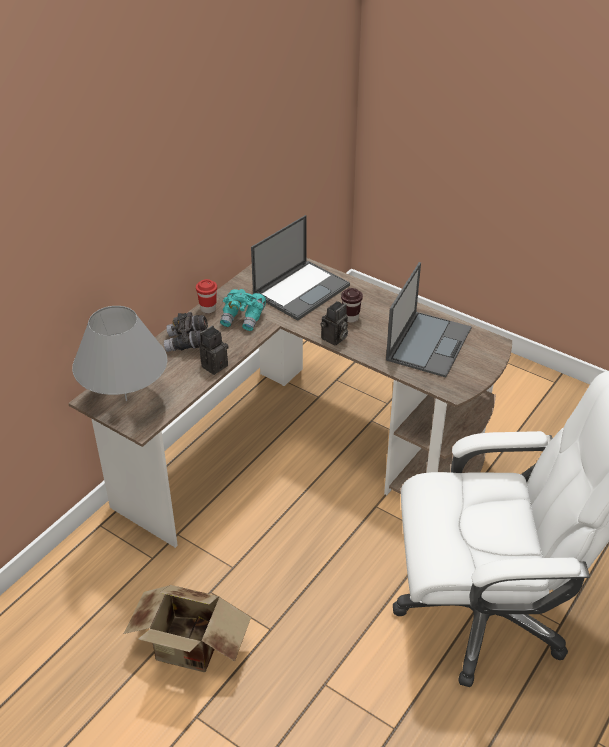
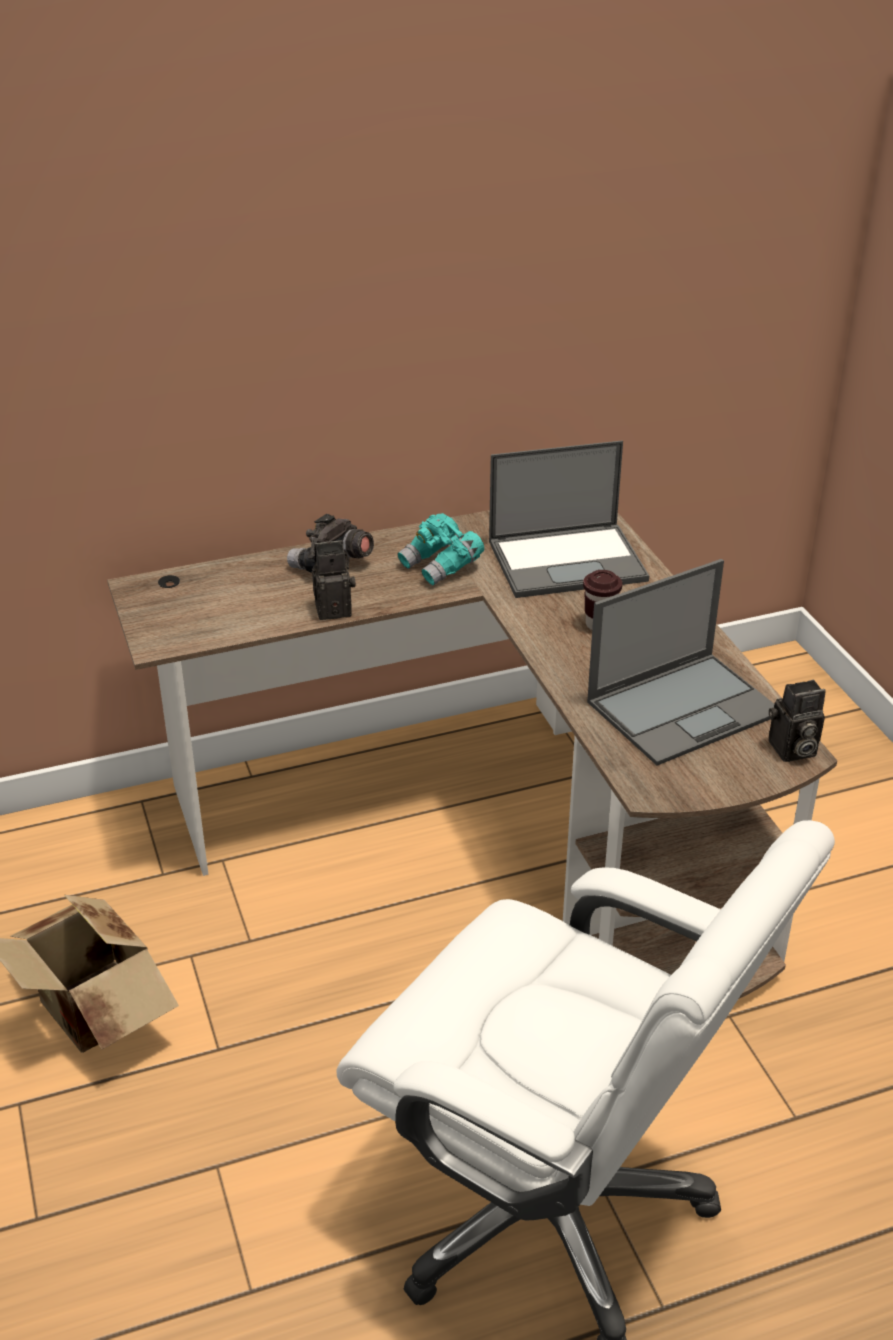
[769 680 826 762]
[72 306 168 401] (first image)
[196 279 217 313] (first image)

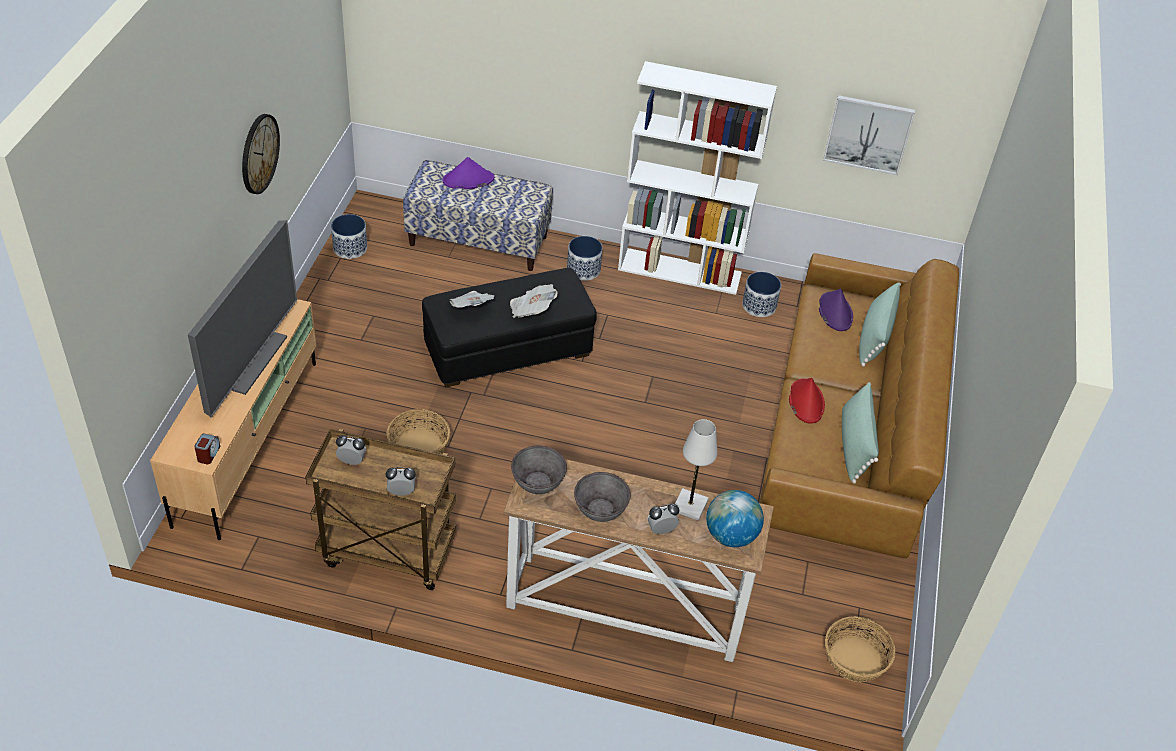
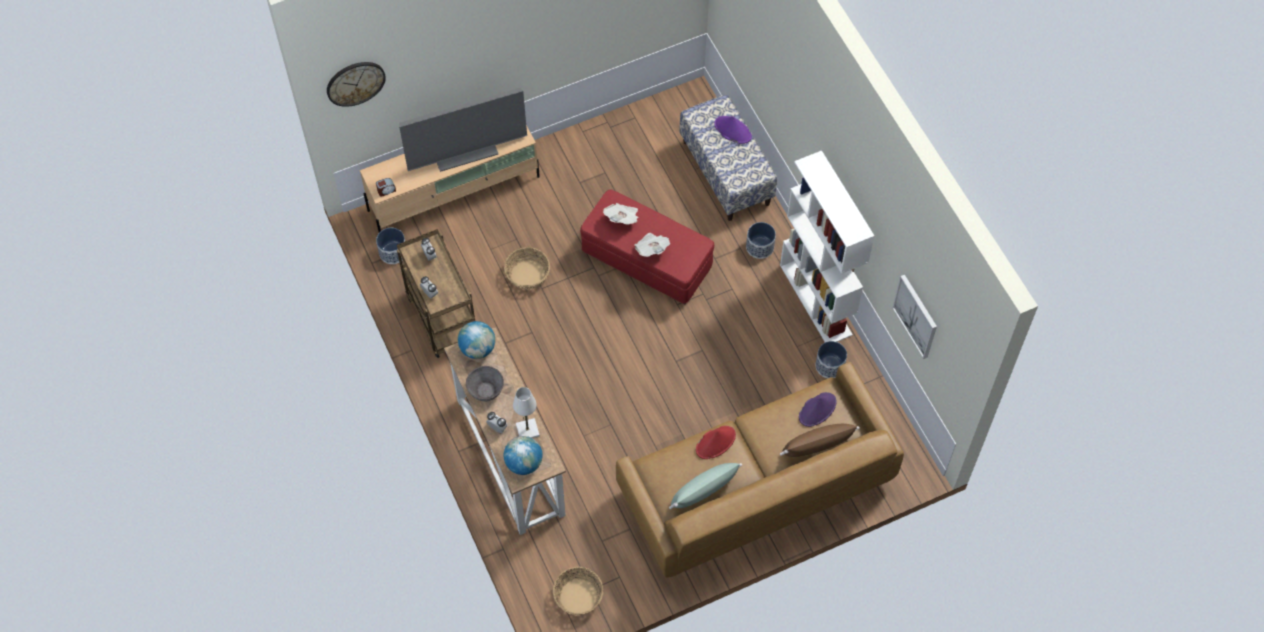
[327 62 386 107]
[376 228 405 264]
[458 321 495 359]
[580 189 714 304]
[780 424 860 457]

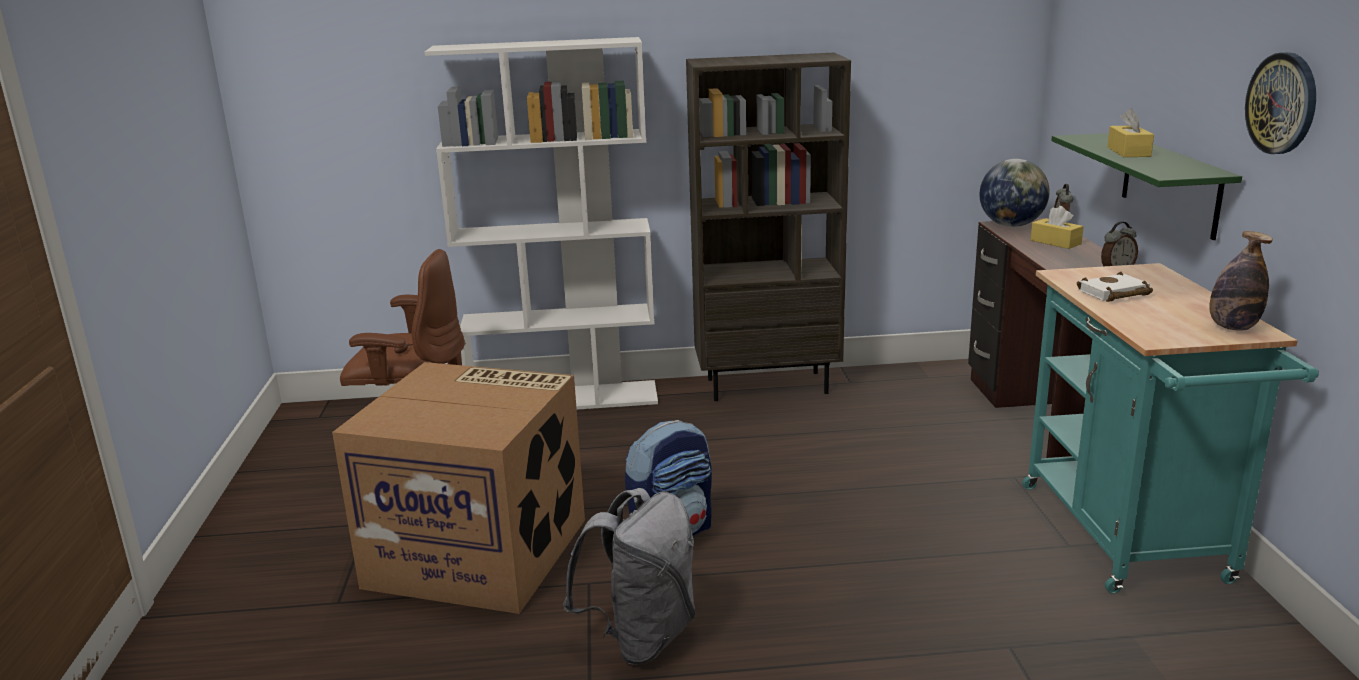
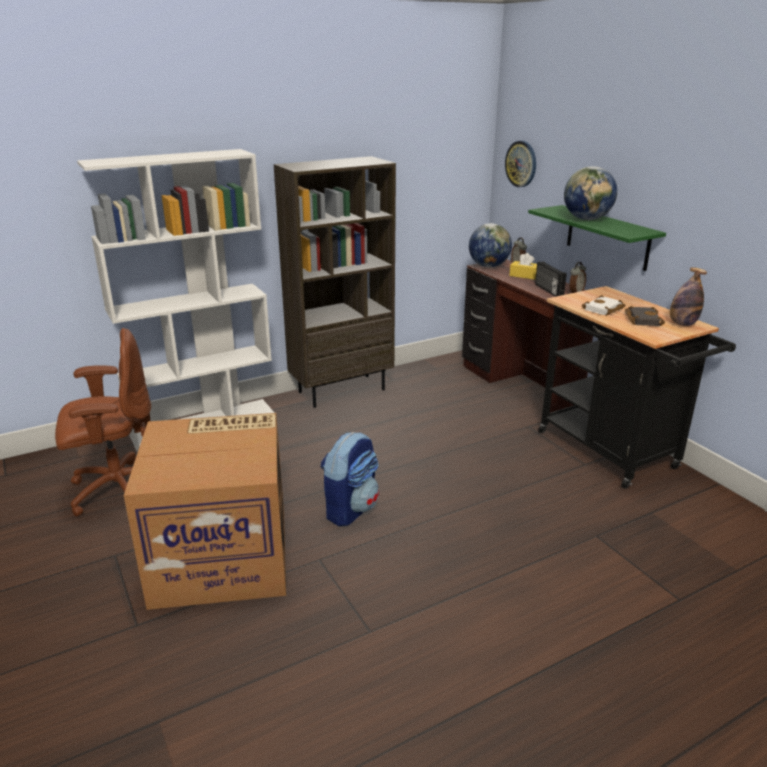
[505 141 536 187]
[535 261 567 297]
[538 286 736 489]
[564 166 617 220]
[625 306 665 326]
[563 488 696 665] (first image)

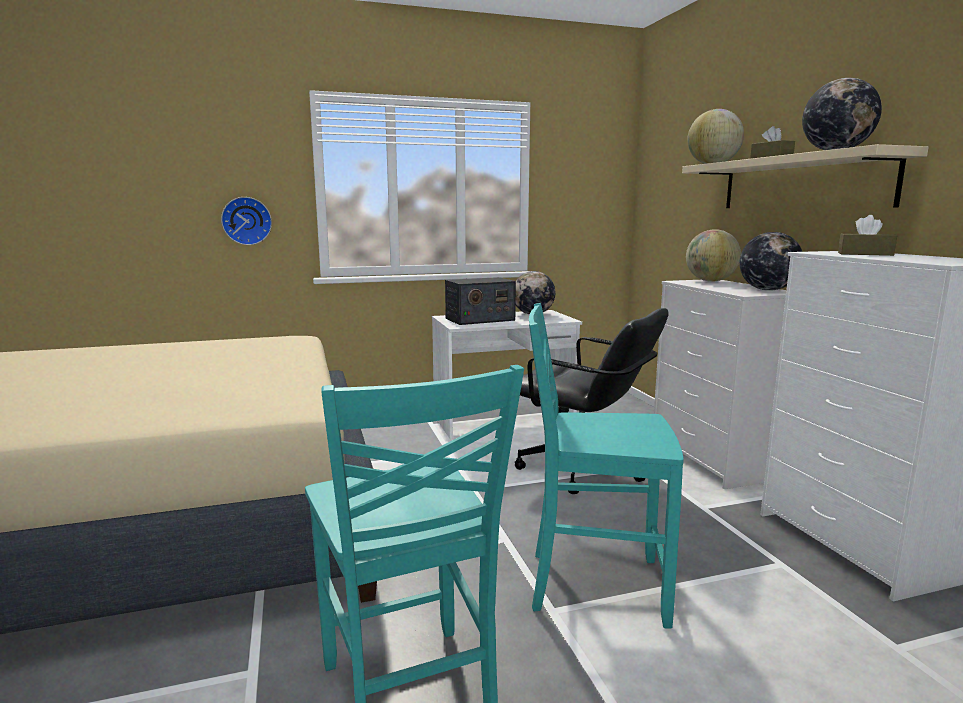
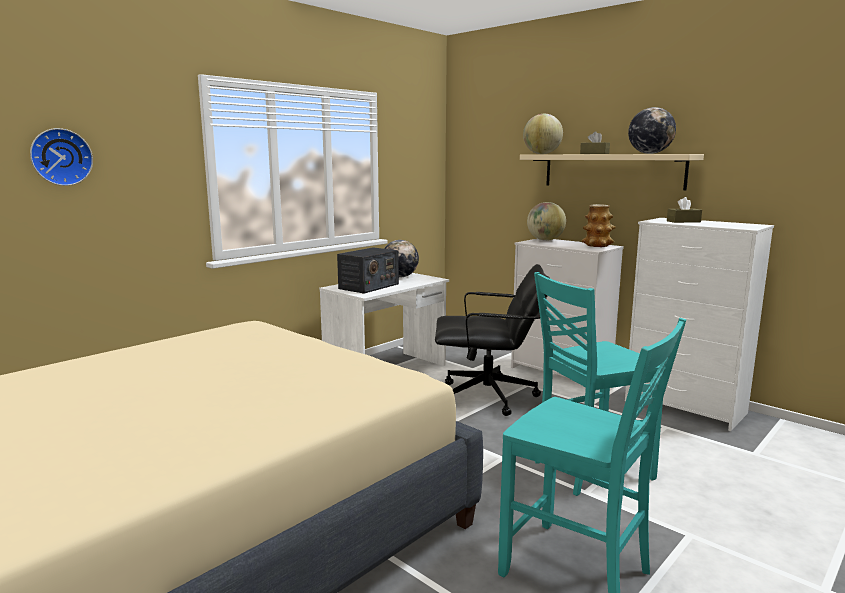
[30 128 93 186]
[581 204 616 247]

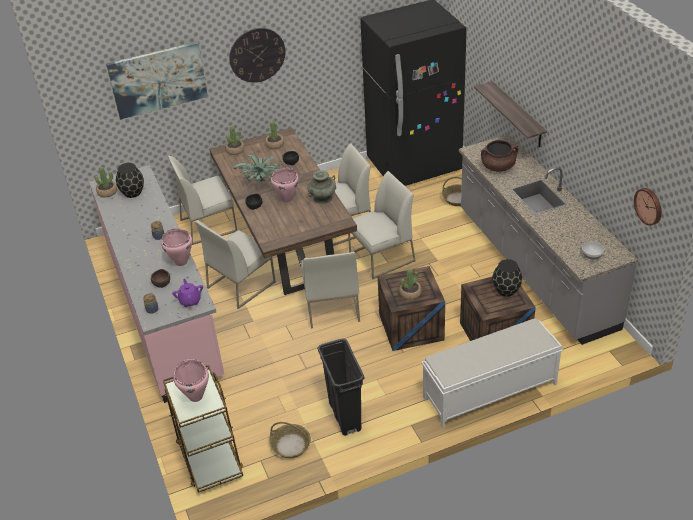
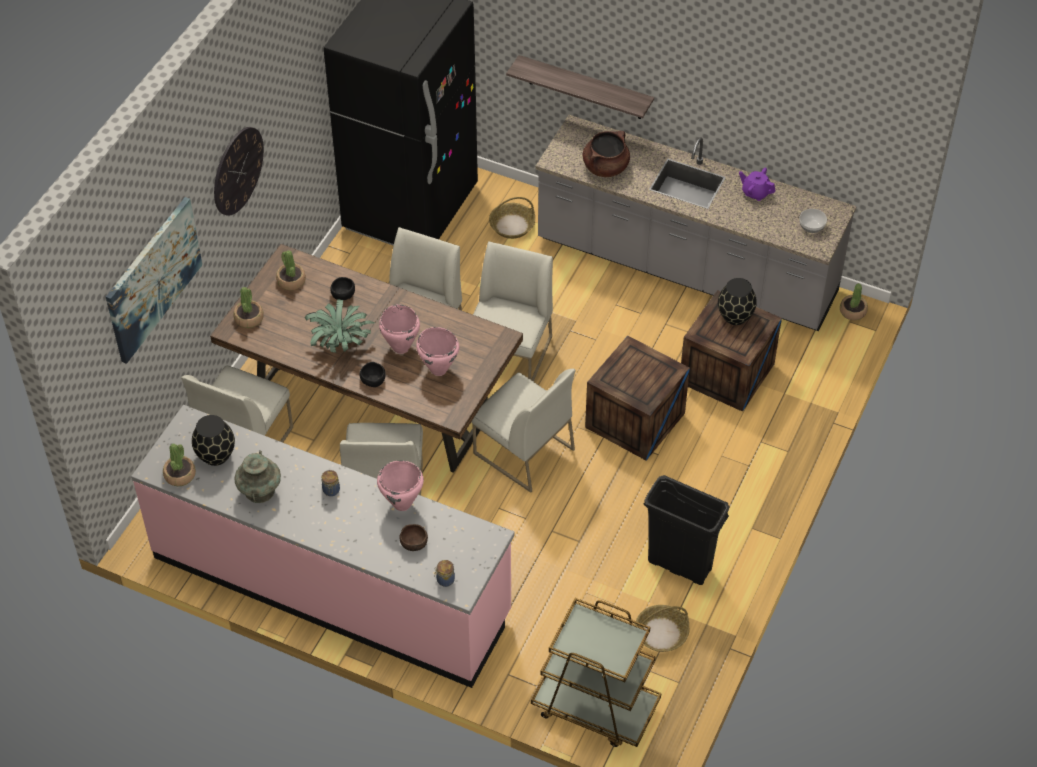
[235 450 281 503]
[416 327 460 376]
[739 167 776 201]
[840 284 868 320]
[421 318 563 428] (first image)
[634 188 662 226] (first image)

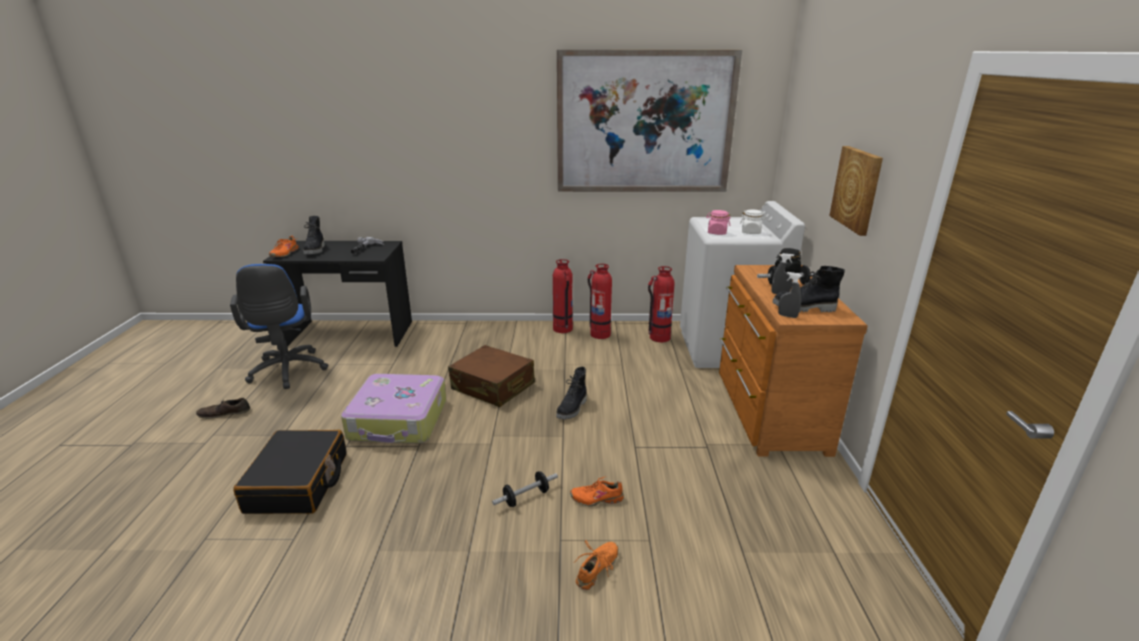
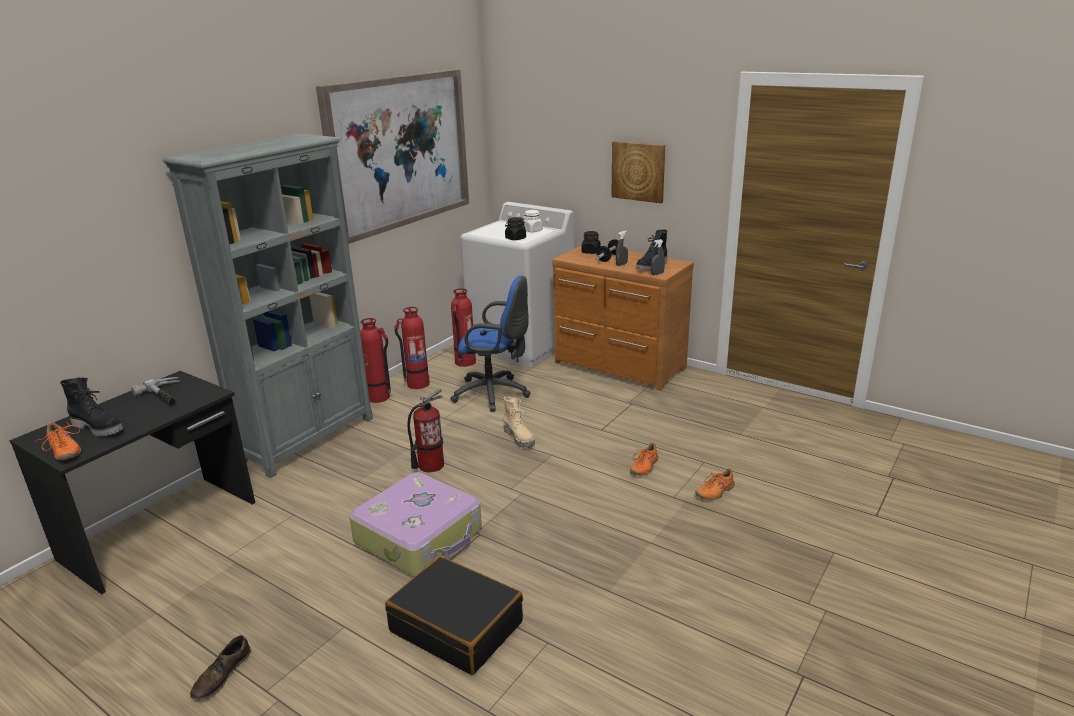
[163 133 373 479]
[408 388 444 472]
[450 276 530 412]
[503 396 535 448]
[505 217 526 240]
[695 468 737 500]
[492 471 558 507] (first image)

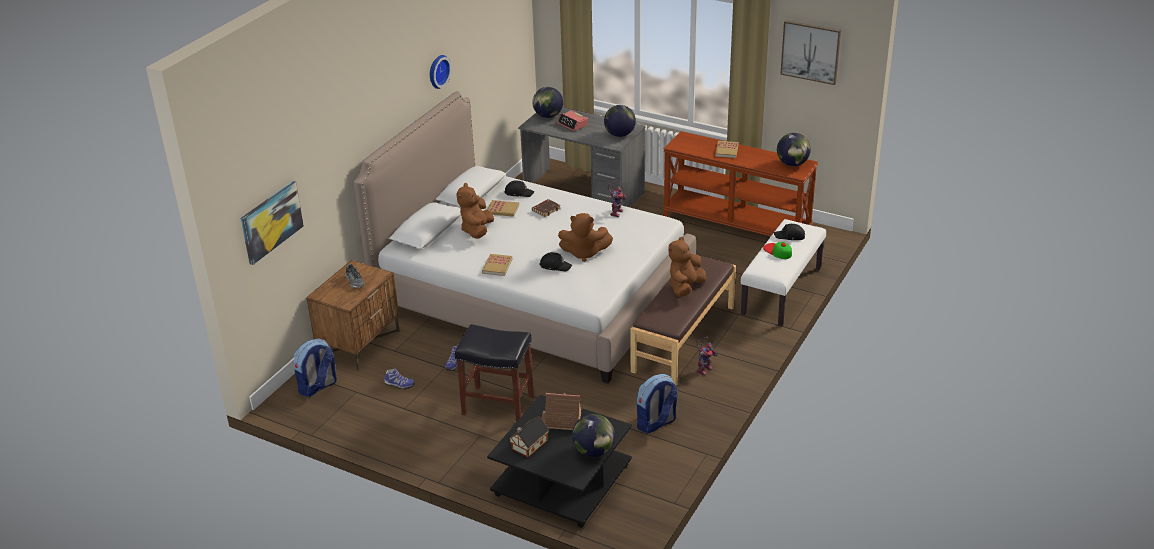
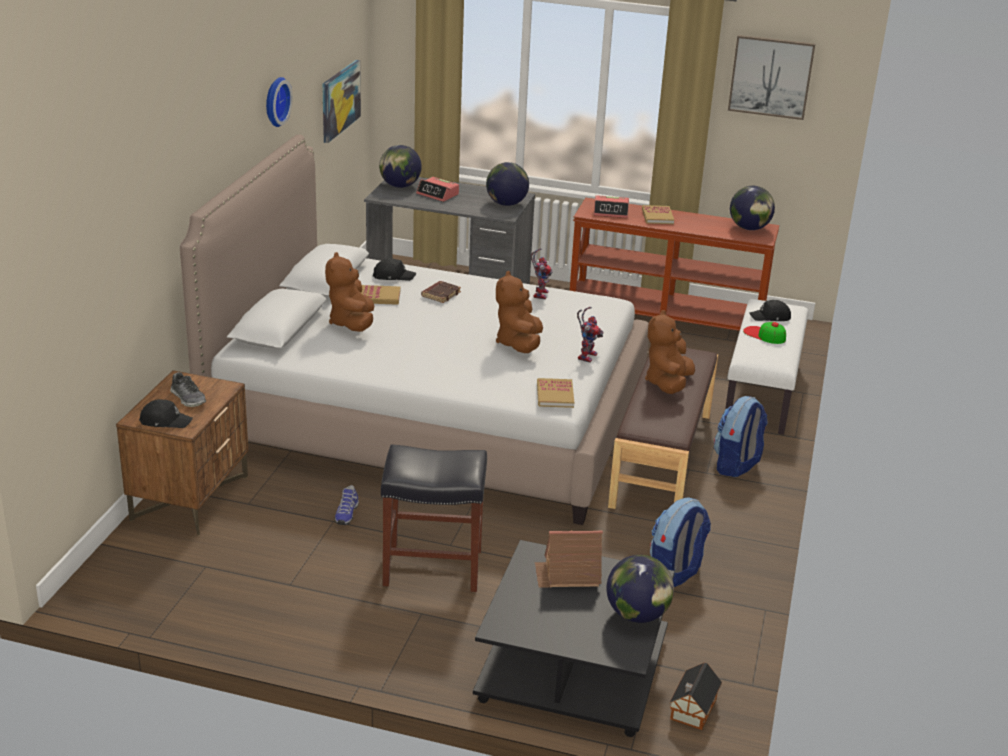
[139 399 193 428]
[322 60 361 143]
[496 271 543 353]
[537 378 574 408]
[577 307 604 363]
[594 195 629 218]
[669 662 722 730]
[714 396 768 477]
[384 368 415 389] (first image)

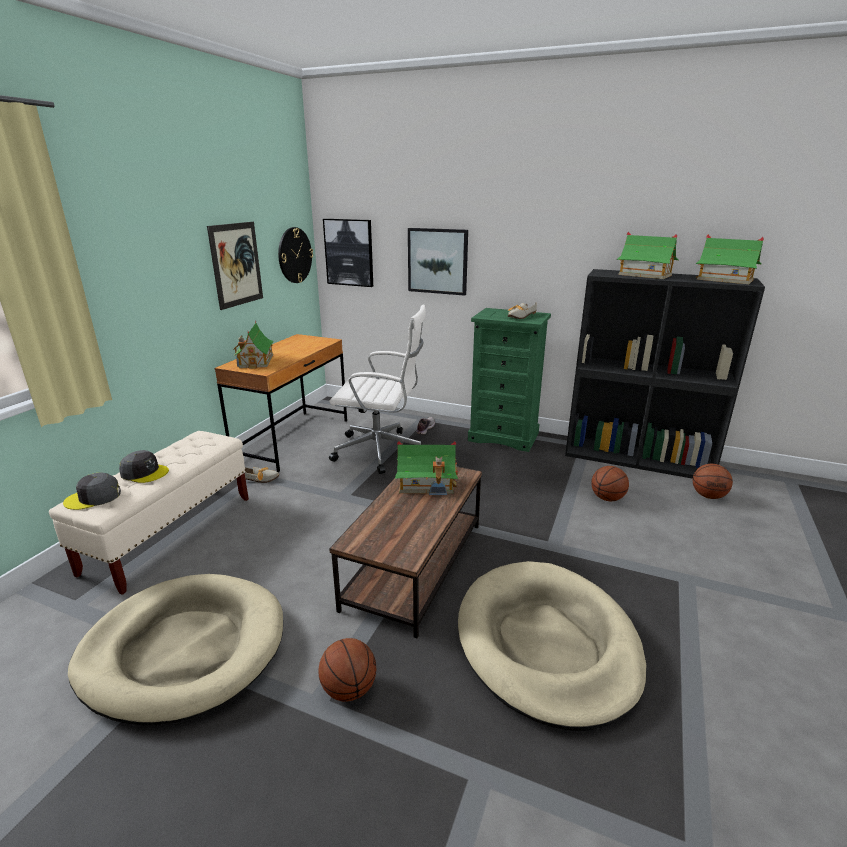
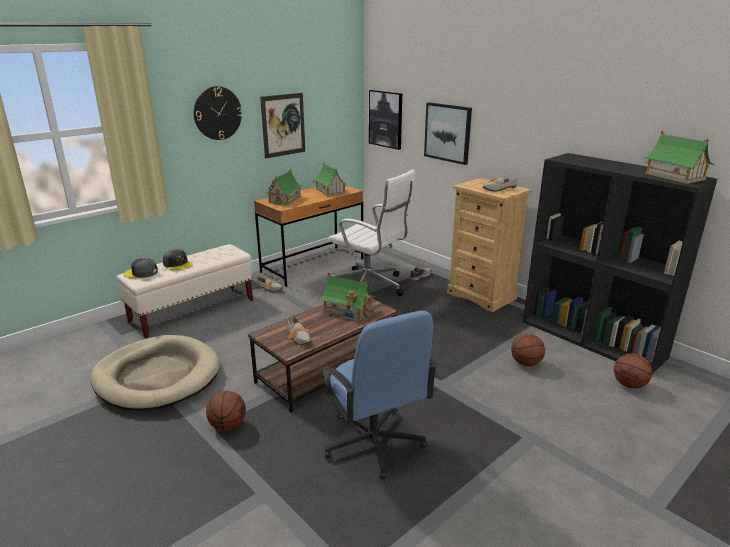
[194 86 242 140]
[287 315 312 345]
[313 162 348 196]
[320 311 438 480]
[447 178 531 312]

